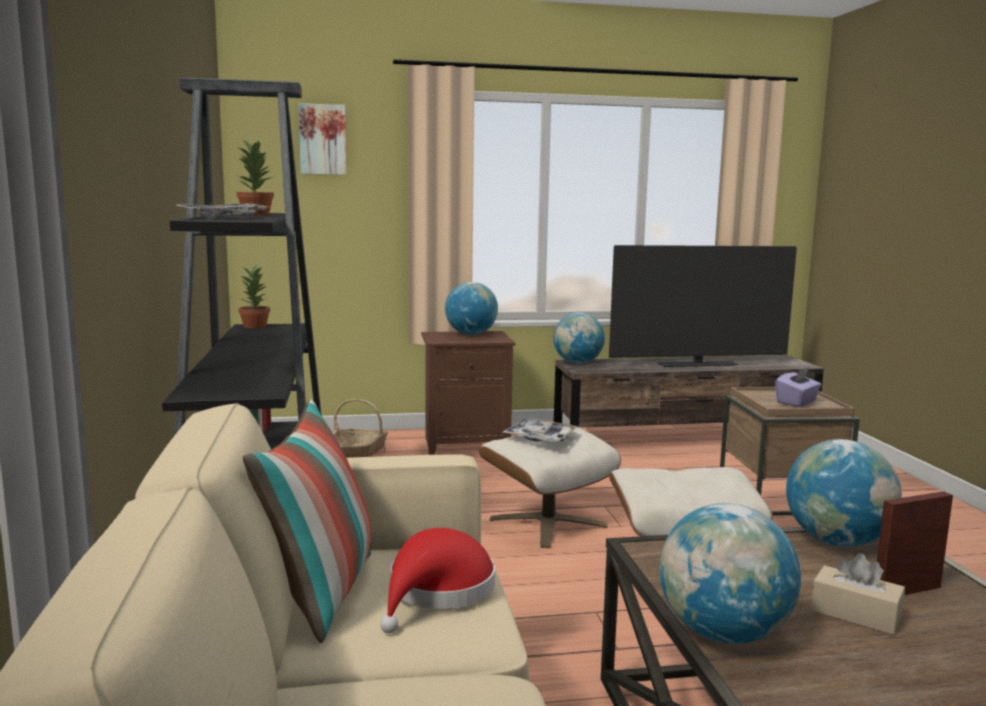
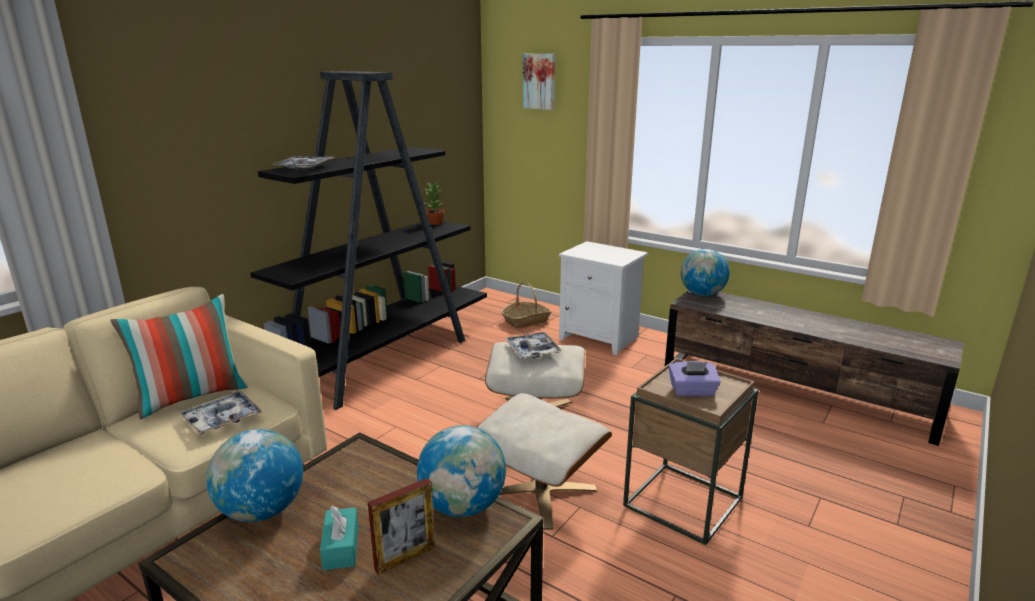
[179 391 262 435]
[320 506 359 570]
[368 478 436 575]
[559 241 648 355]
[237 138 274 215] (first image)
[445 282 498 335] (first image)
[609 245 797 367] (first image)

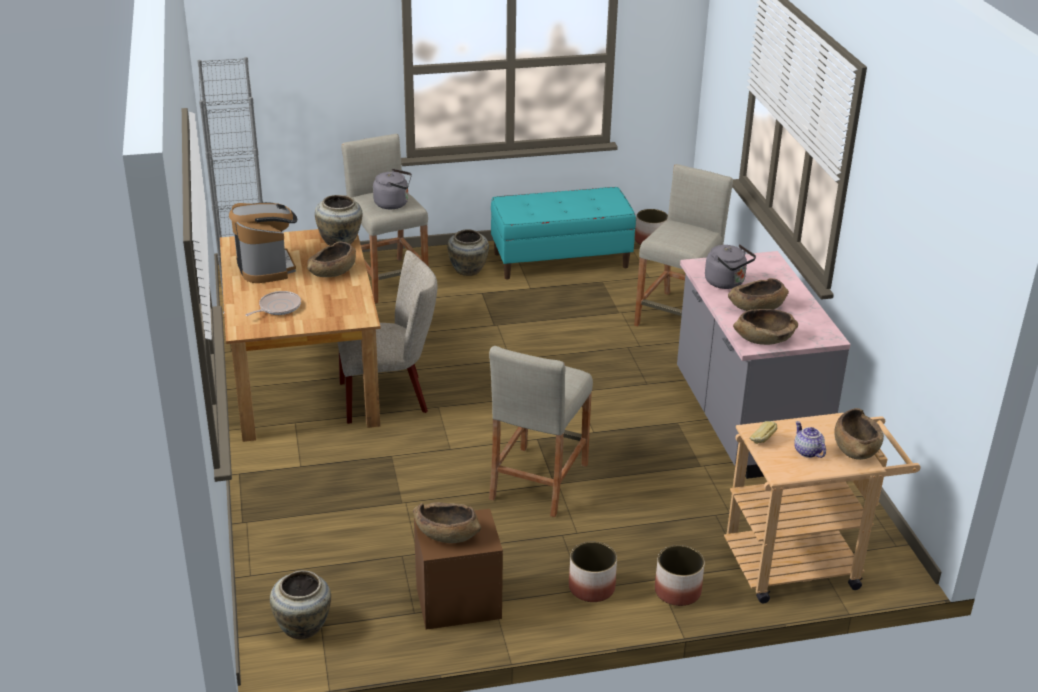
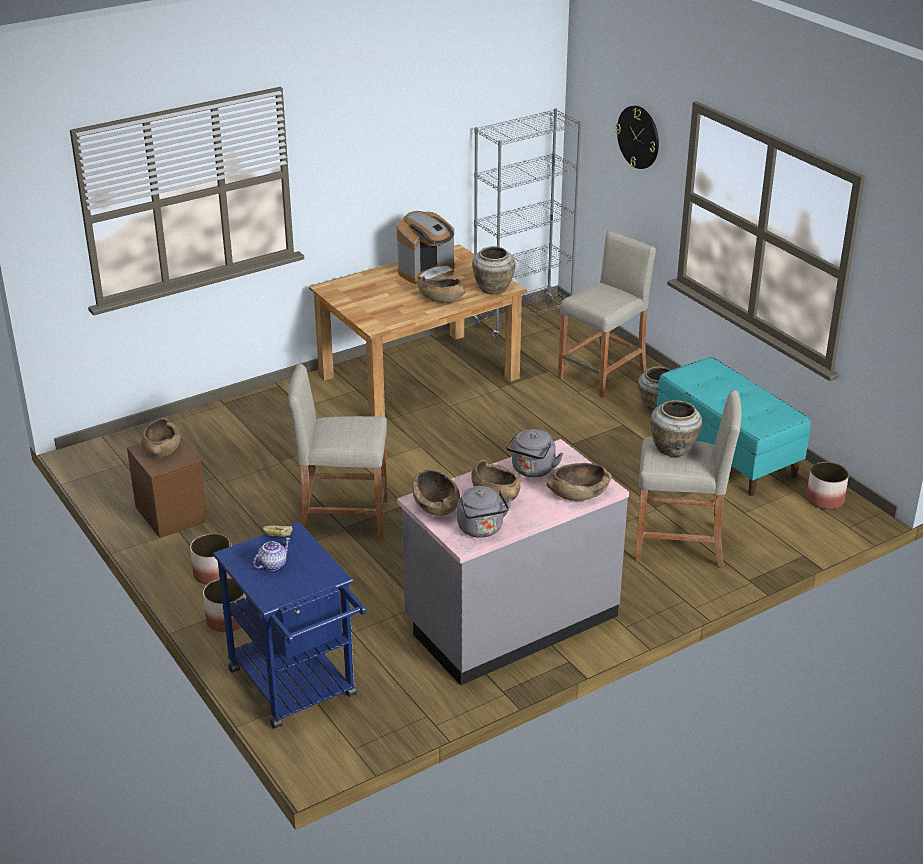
[213 522 366 729]
[457 486 512 538]
[547 463 612 501]
[615 106 659 169]
[650 400 702 457]
[245 291 301 316] (first image)
[337 250 437 424] (first image)

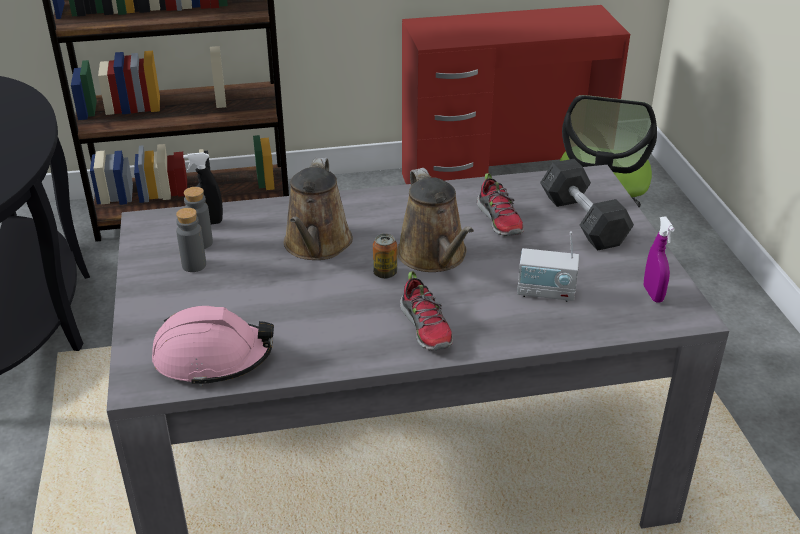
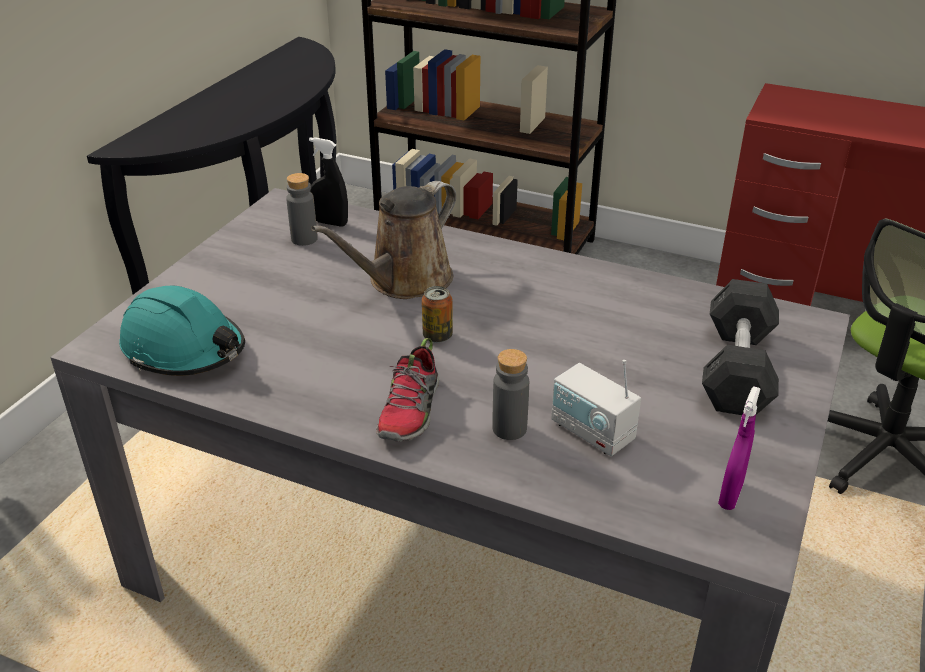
[119 286 245 376]
[492 349 529 440]
[397 168 474 272] (first image)
[477 173 524 236] (first image)

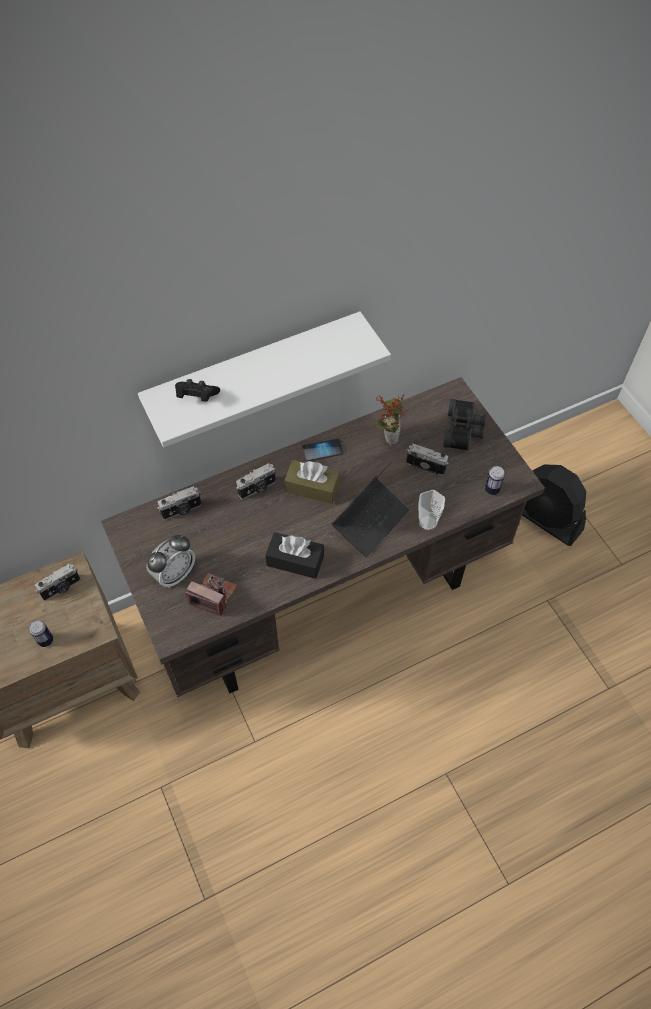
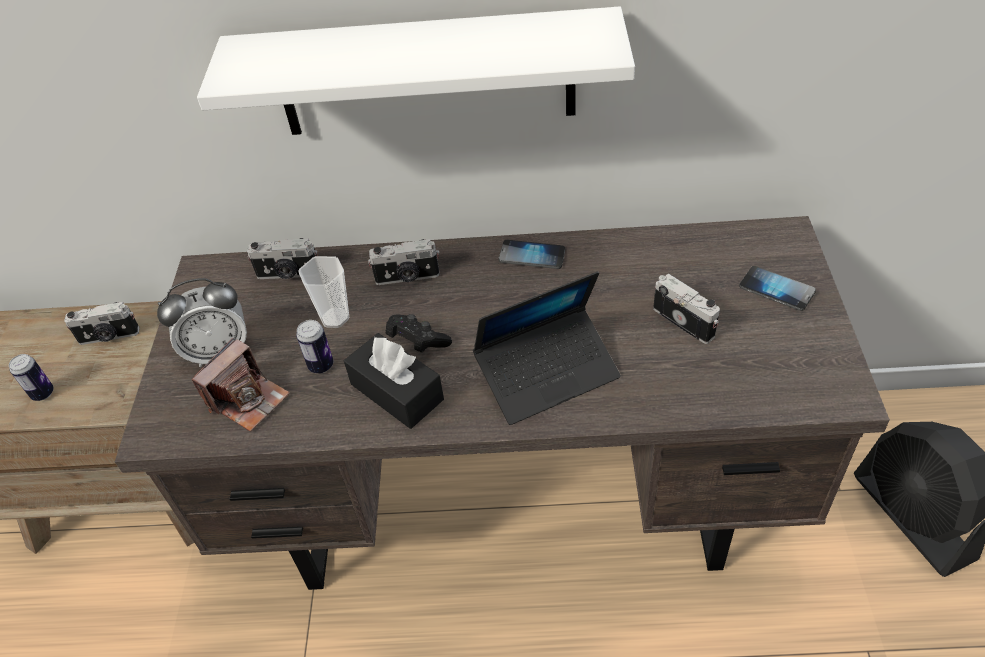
[192 338 290 432]
[296 320 333 373]
[298 256 349 328]
[386 314 452 353]
[739 266 816 311]
[284 460 340 504] (first image)
[376 394 408 446] (first image)

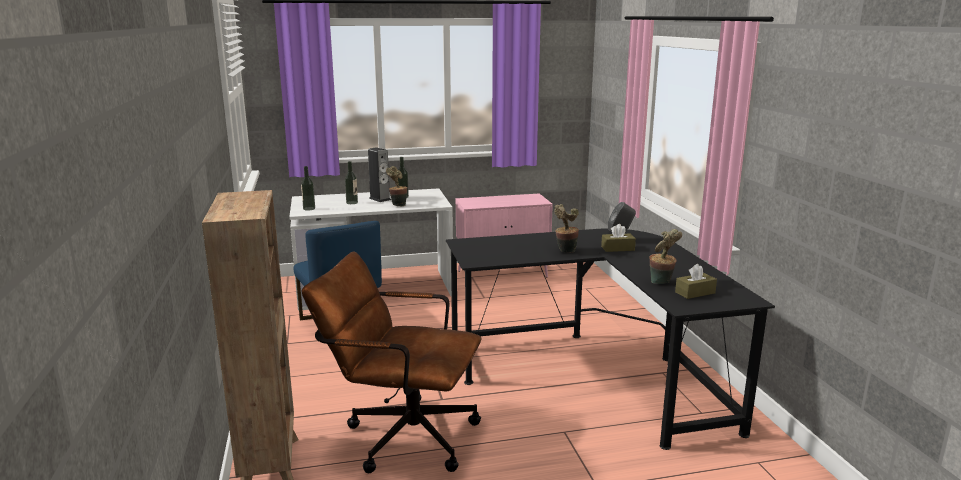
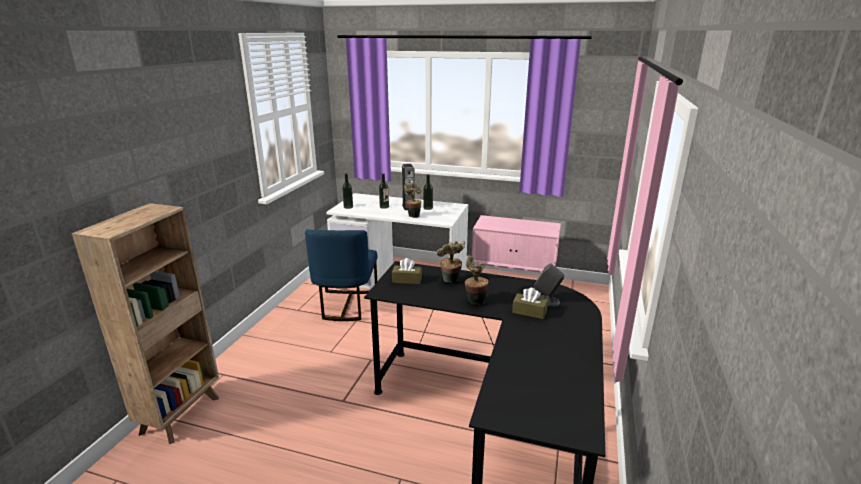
[392 258 422 284]
[437 241 465 283]
[302 251 481 473] (first image)

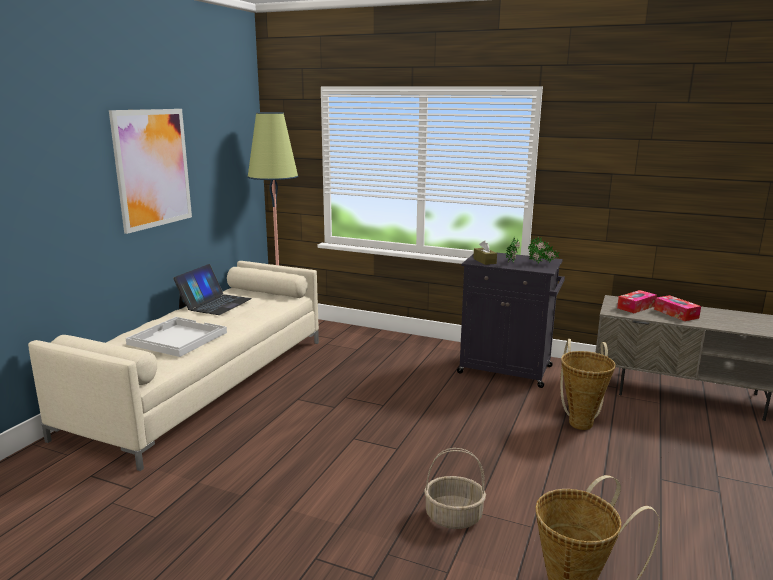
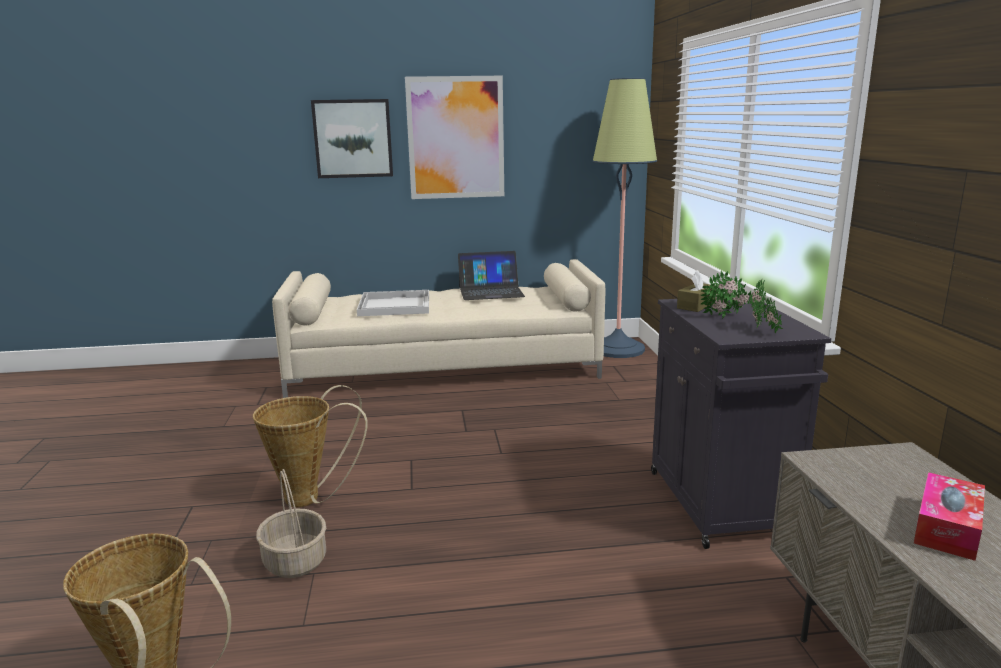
[253 385 367 507]
[311 99 393 178]
[617 290 657 313] (first image)

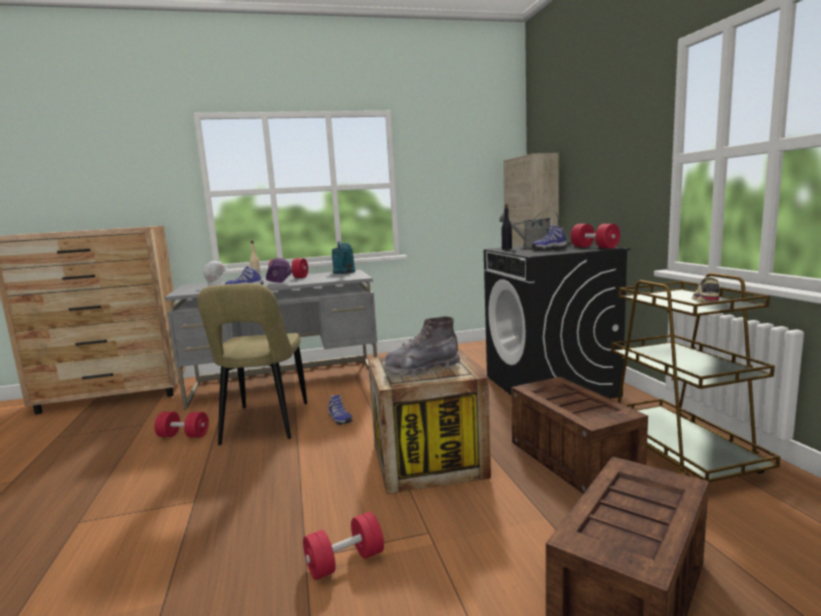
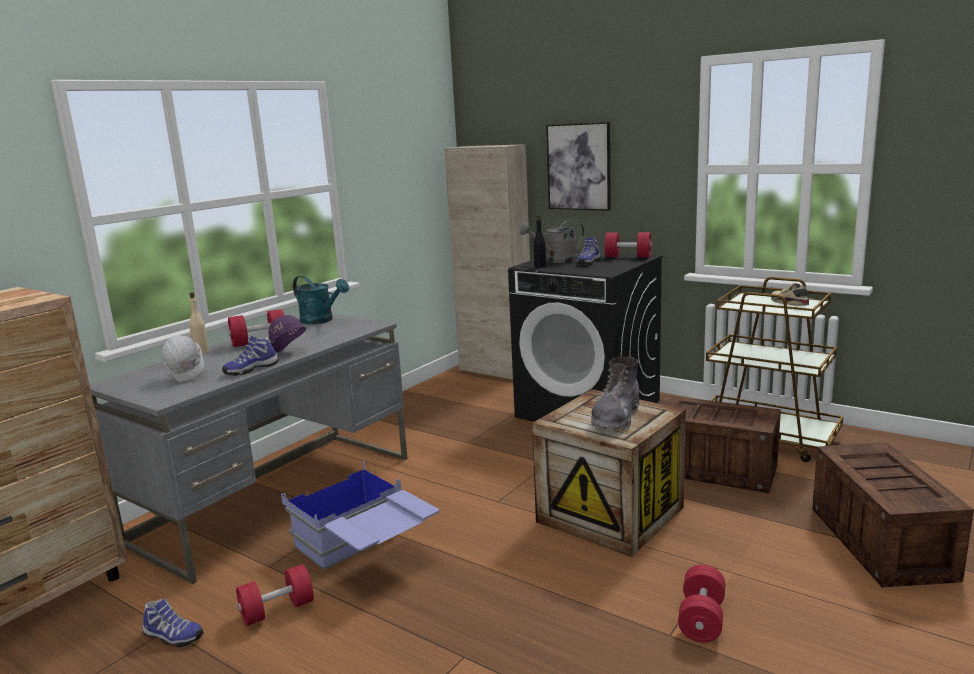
[143 598 203 647]
[281 461 439 570]
[546 122 611 211]

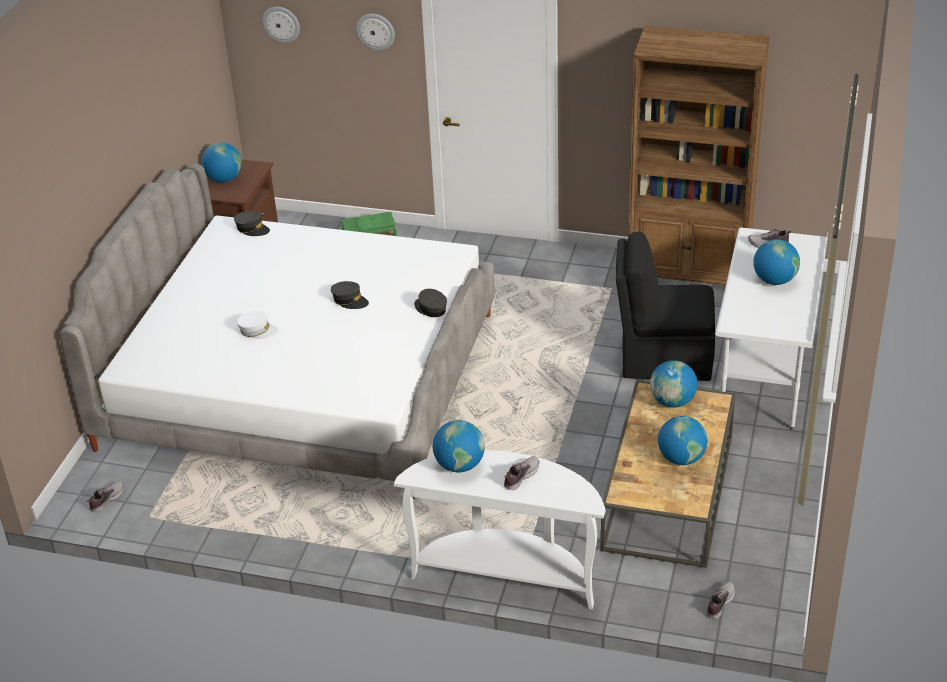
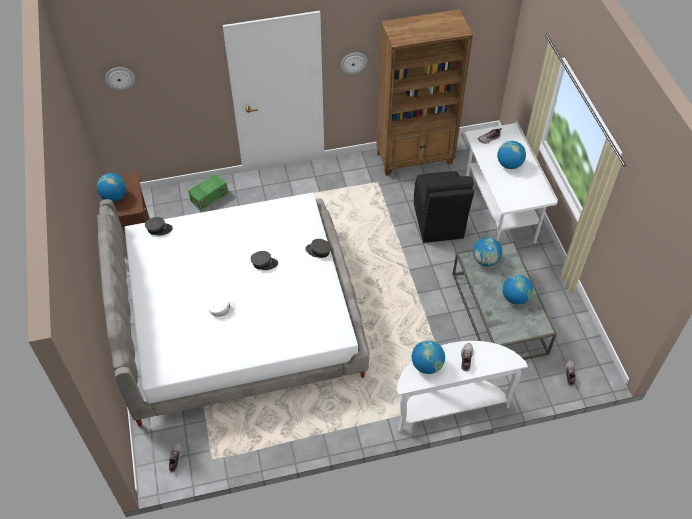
[341 52 367 74]
[414 171 474 243]
[452 242 557 360]

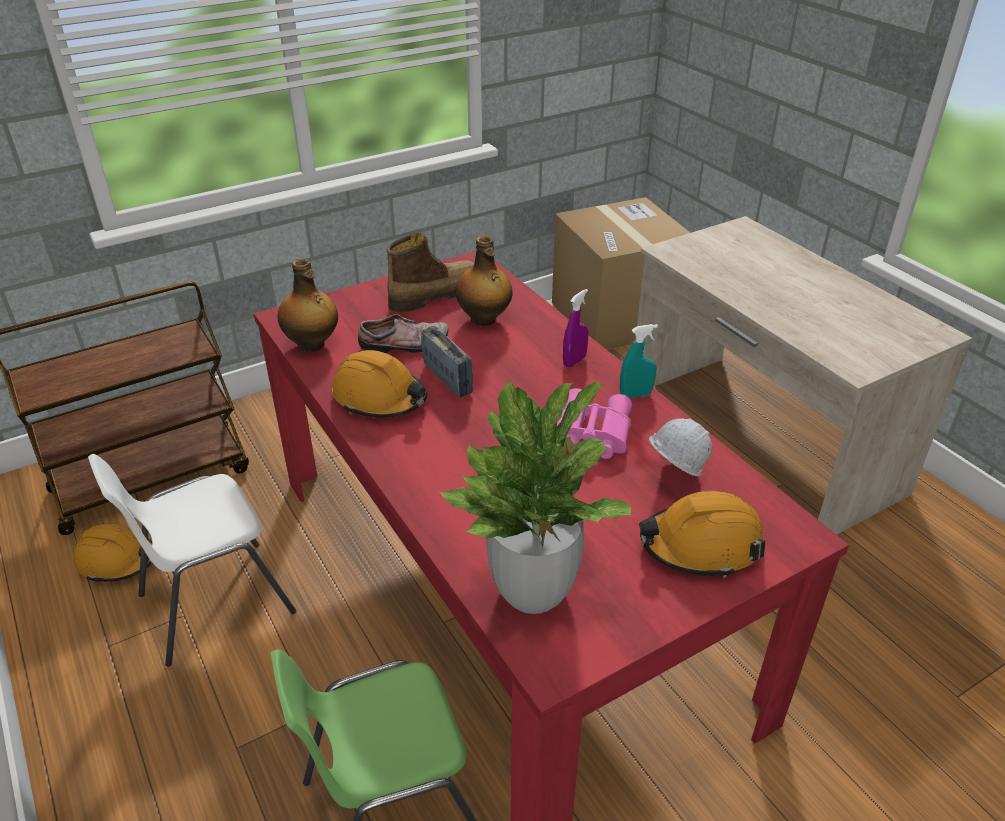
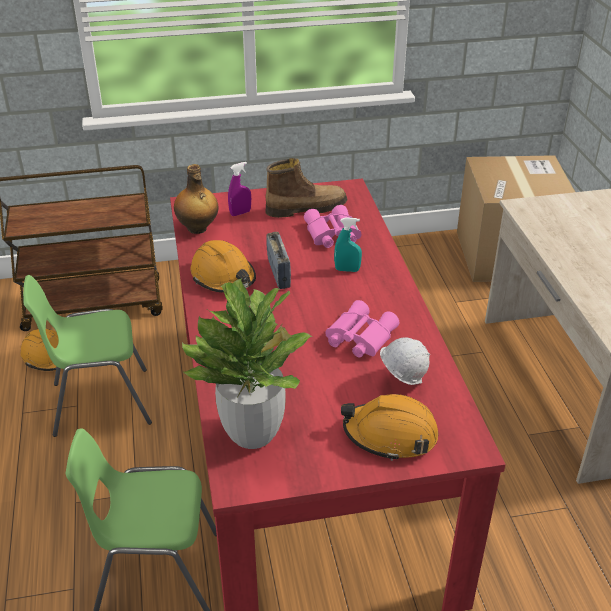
[23 275 152 437]
[228 162 251 216]
[304 205 361 248]
[334 217 362 272]
[358 314 448 353] (first image)

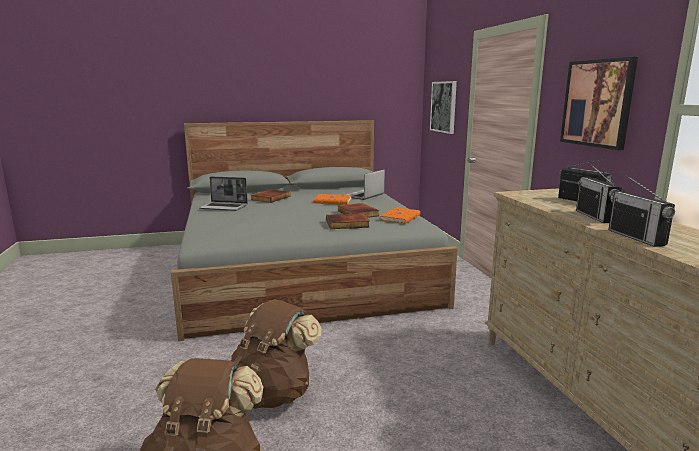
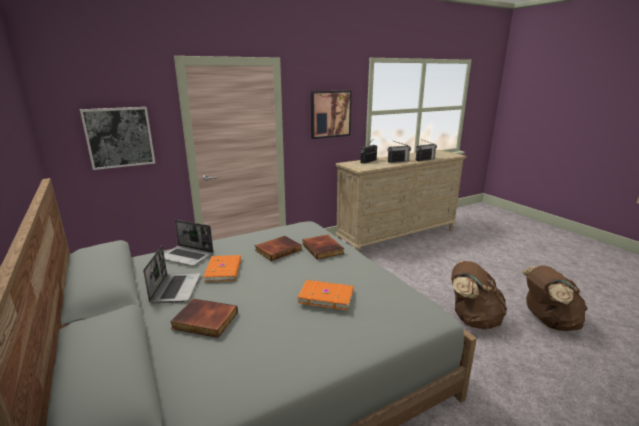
[143 246 201 303]
[297 280 354 310]

